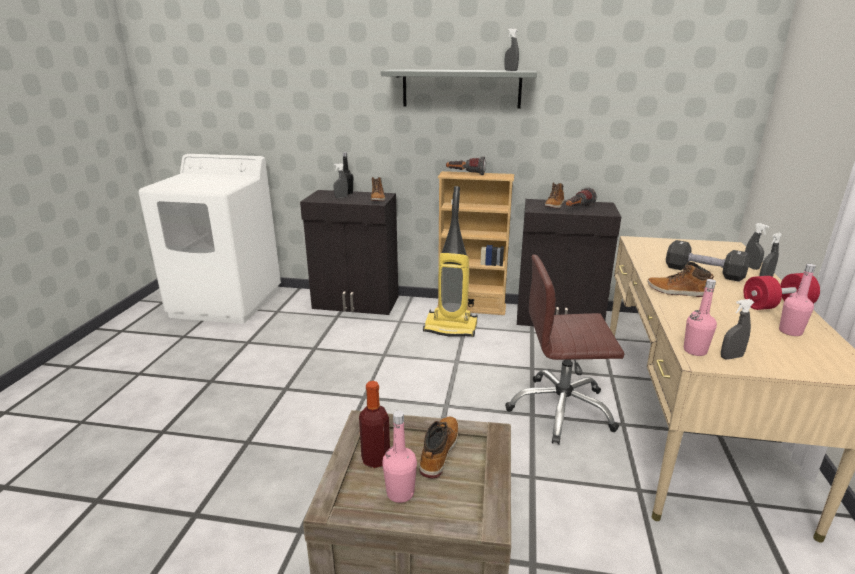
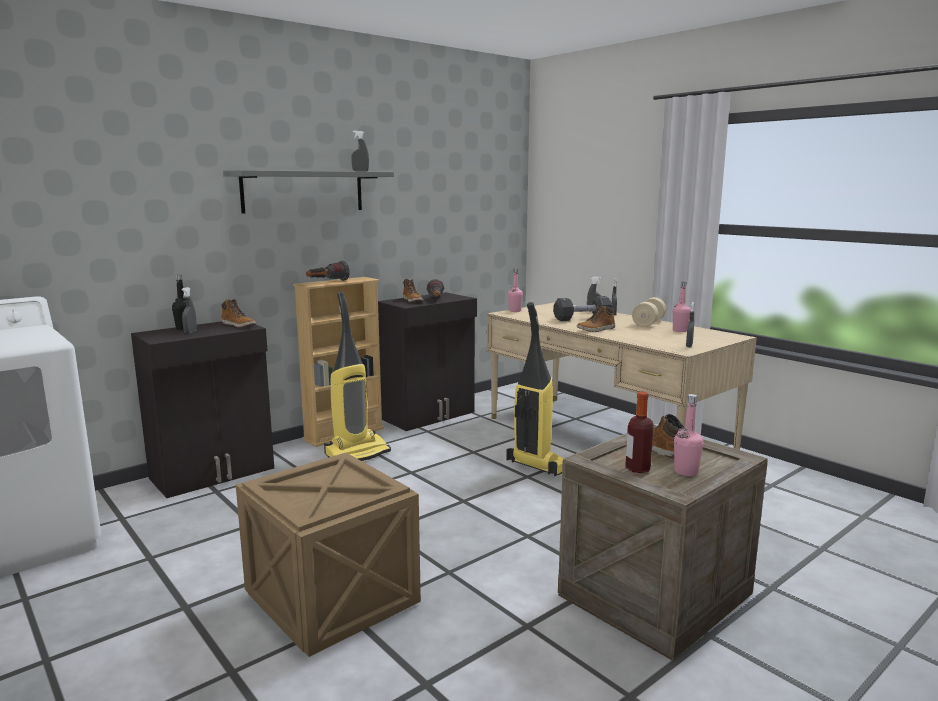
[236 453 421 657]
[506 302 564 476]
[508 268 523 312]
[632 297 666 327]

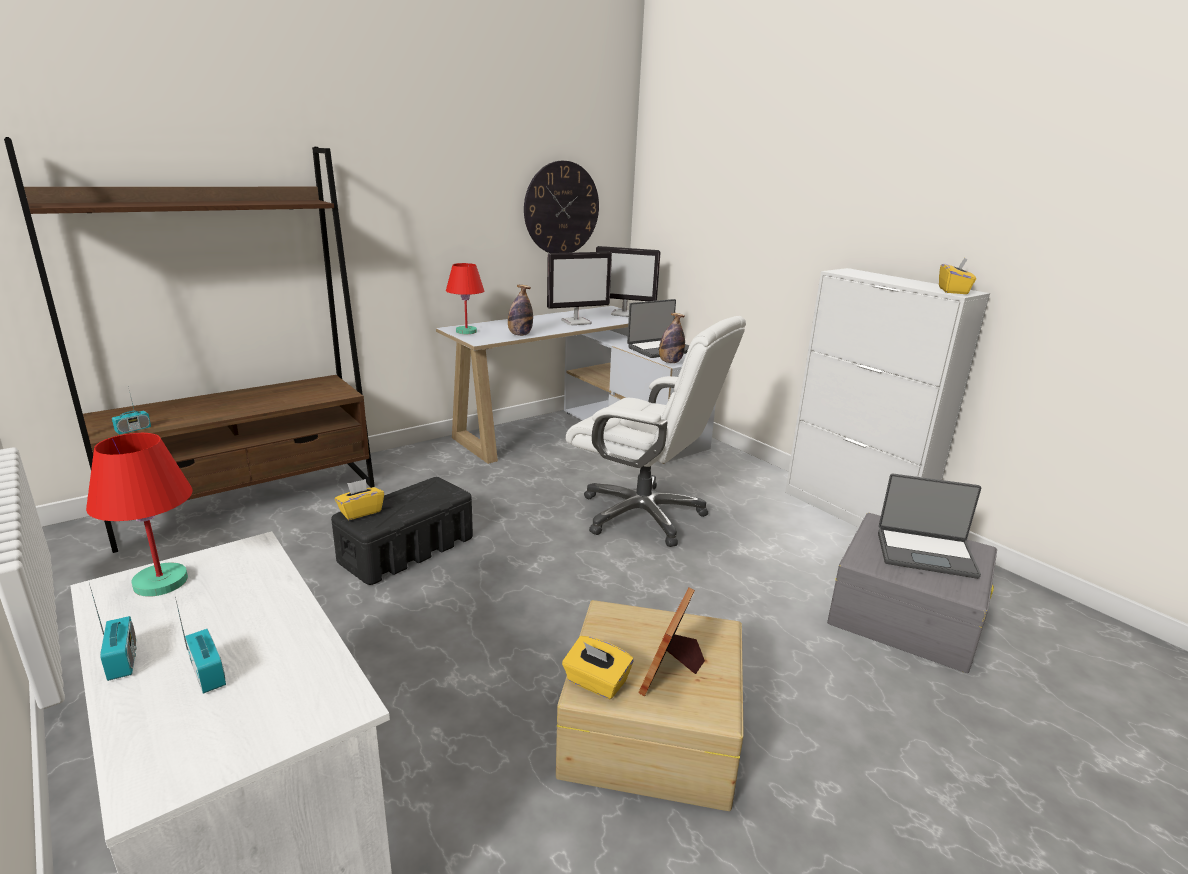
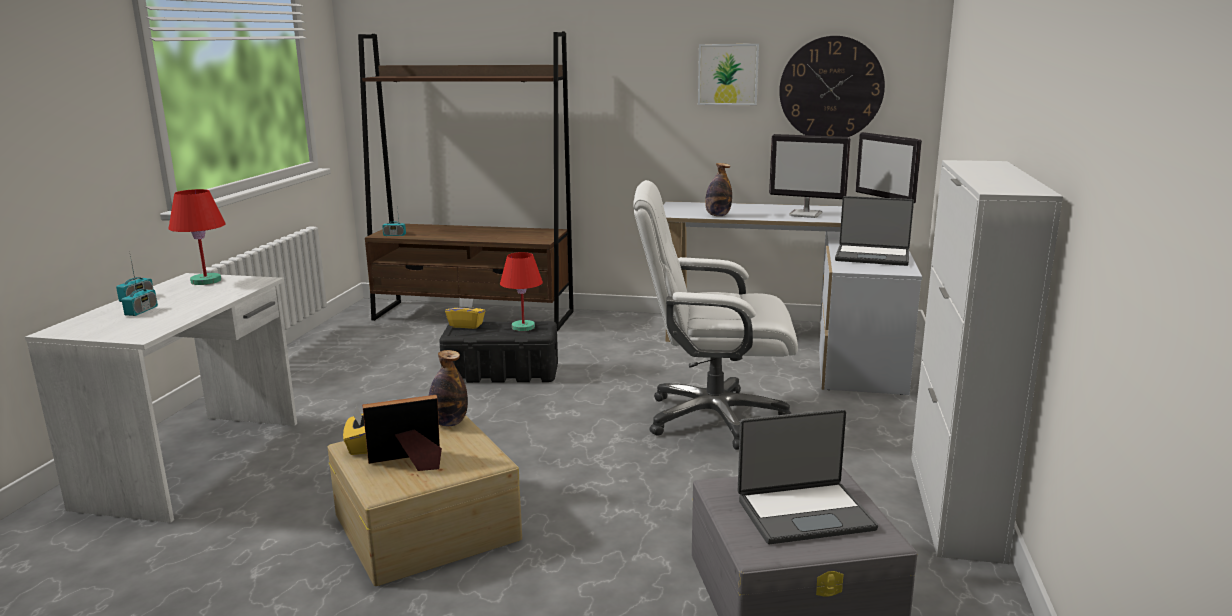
[429 350 468 426]
[500 252 543 331]
[633 180 798 450]
[698 44 759 105]
[738 409 878 544]
[939 258 976 294] (first image)

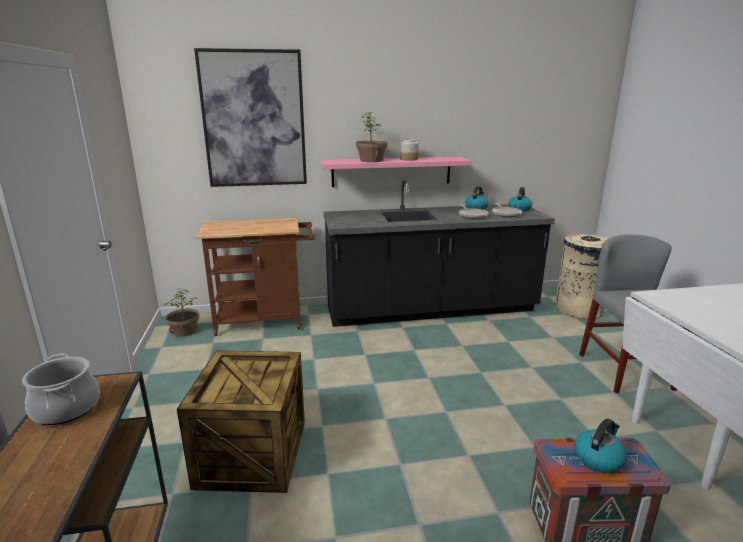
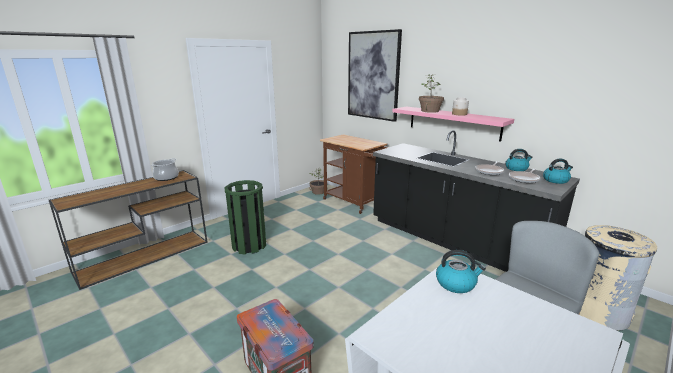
[224 180 266 254]
[436 250 486 293]

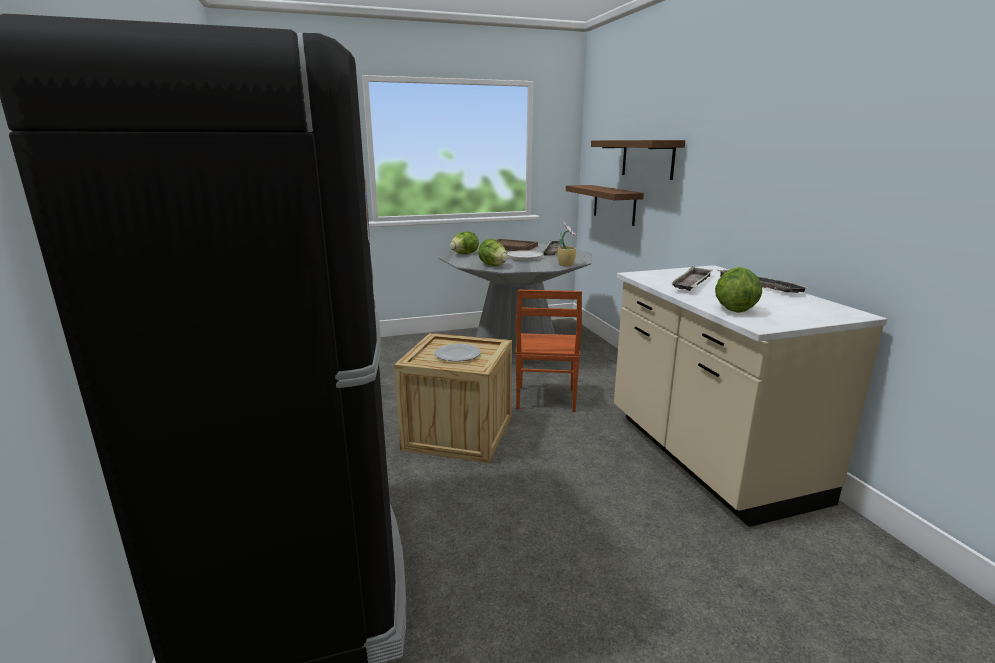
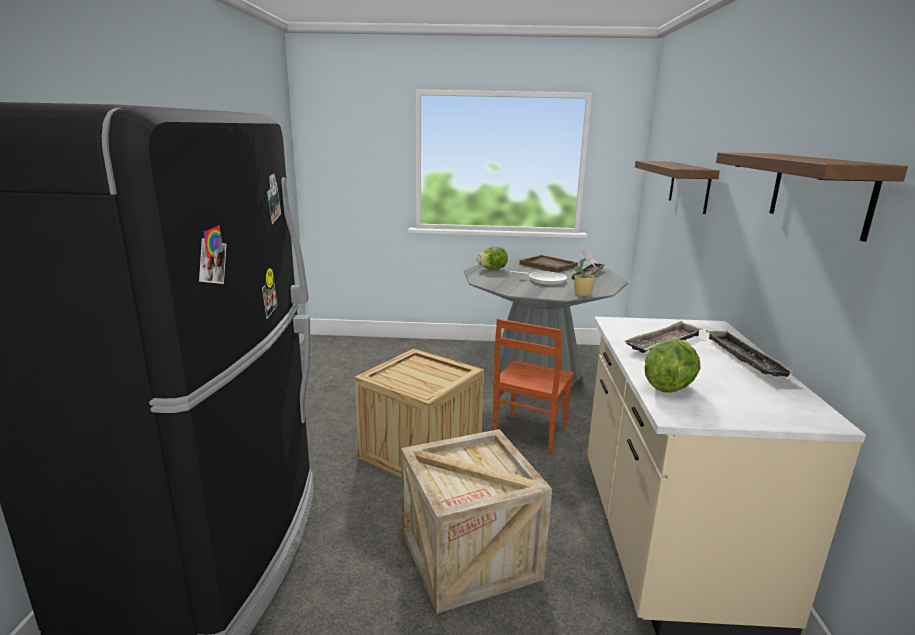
[401 429 552 614]
[716 152 908 242]
[434 344 481 361] (first image)
[478 239 508 266] (first image)

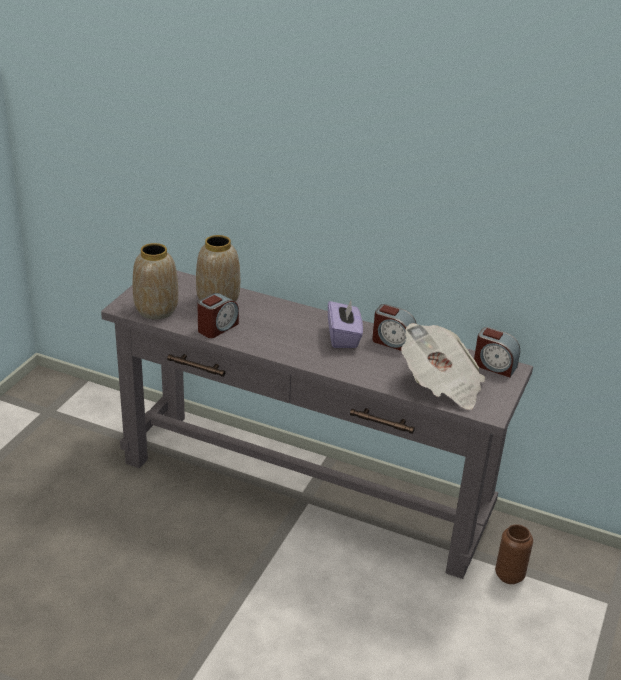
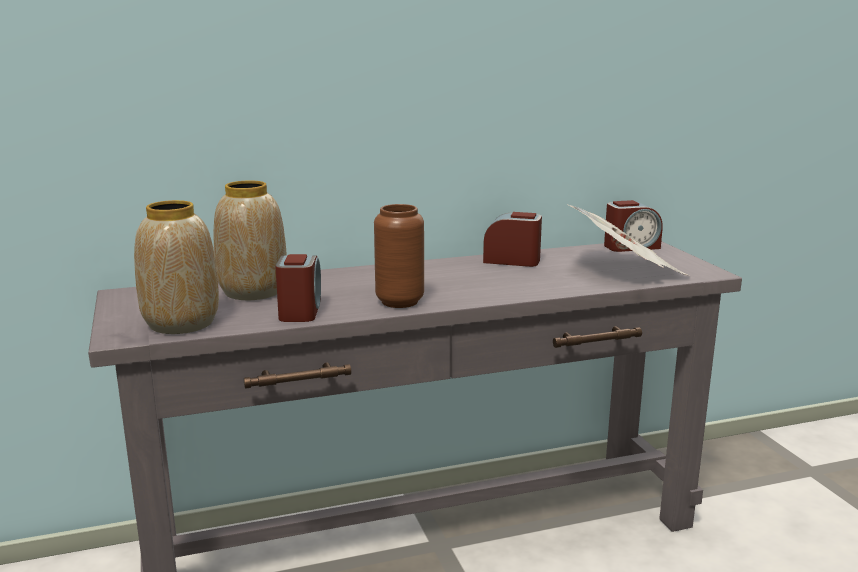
[374 204 424 308]
[483 212 542 267]
[328 298 363 348] (first image)

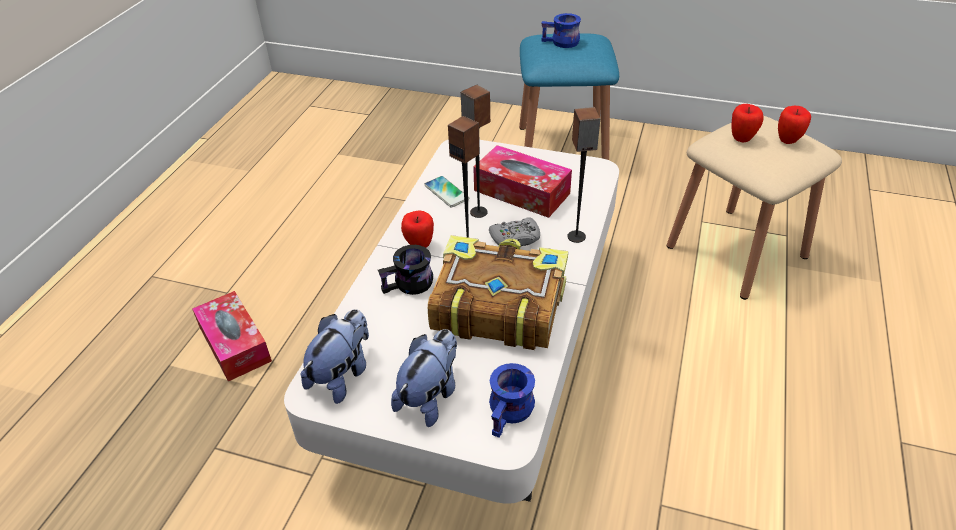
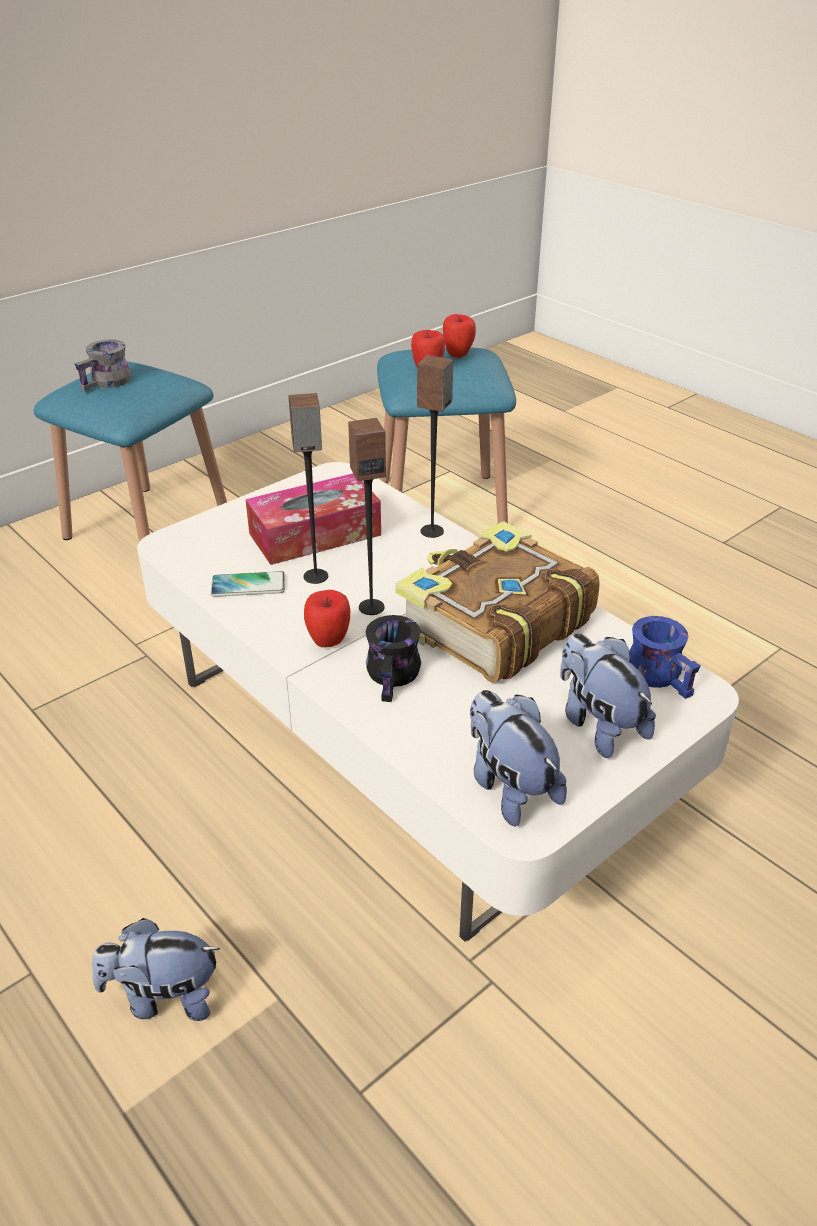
[74 339 131 392]
[92 918 221 1021]
[377 348 516 523]
[489 218 540 246] (first image)

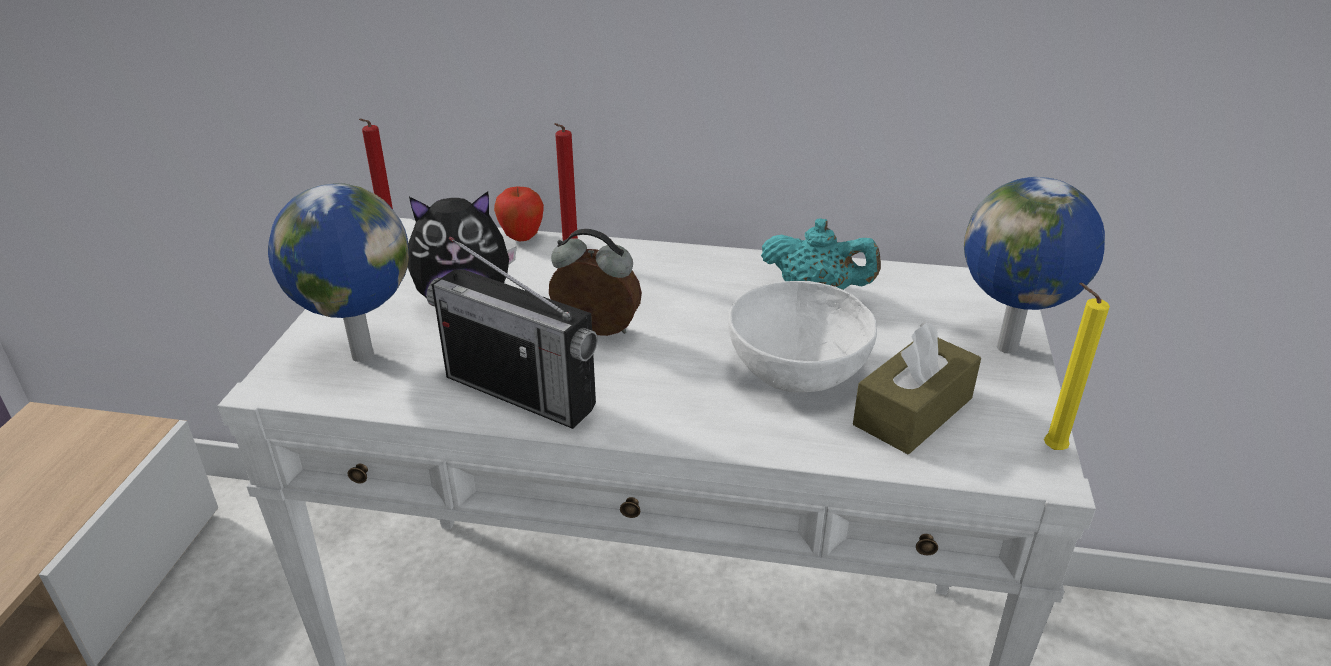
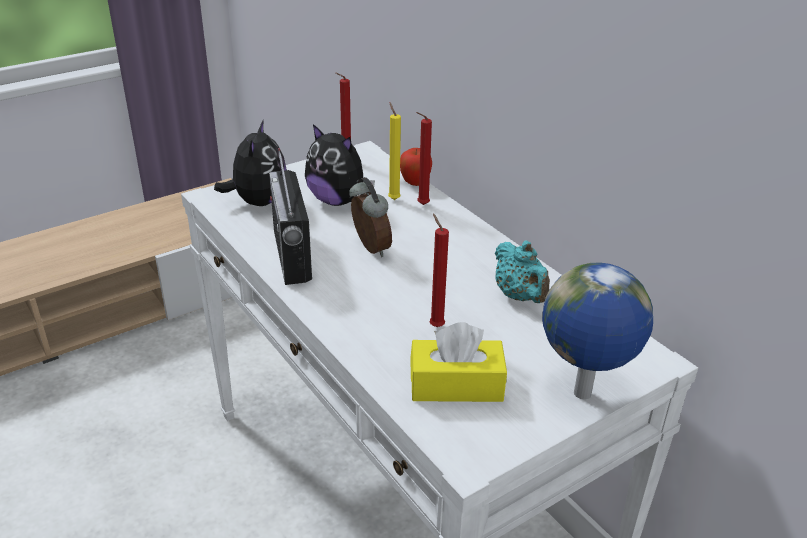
[214 119 287 206]
[388 103 401 200]
[410 322 507 402]
[430 214 449 327]

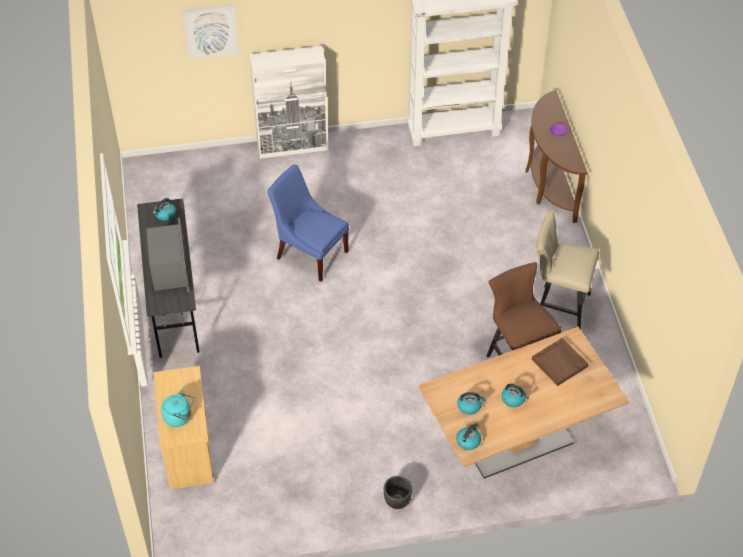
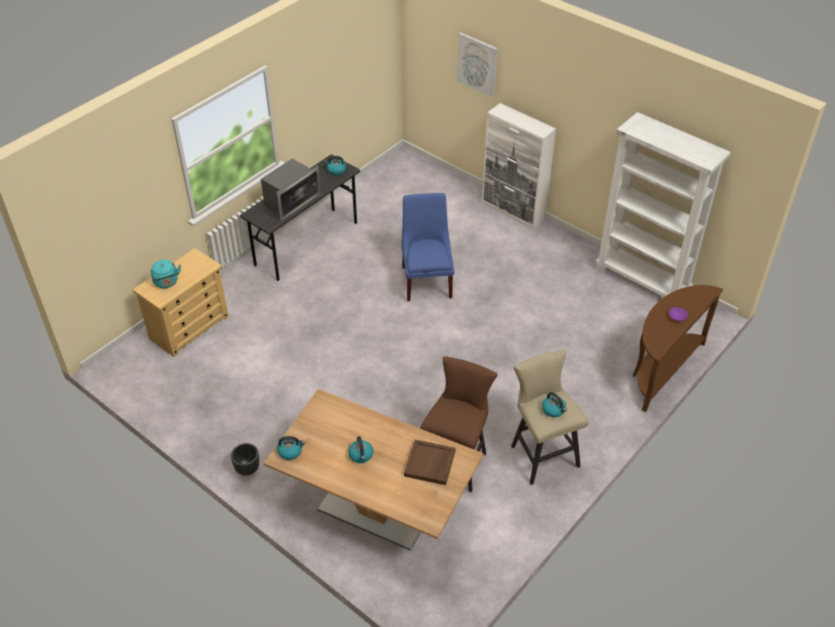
[542 392 567 417]

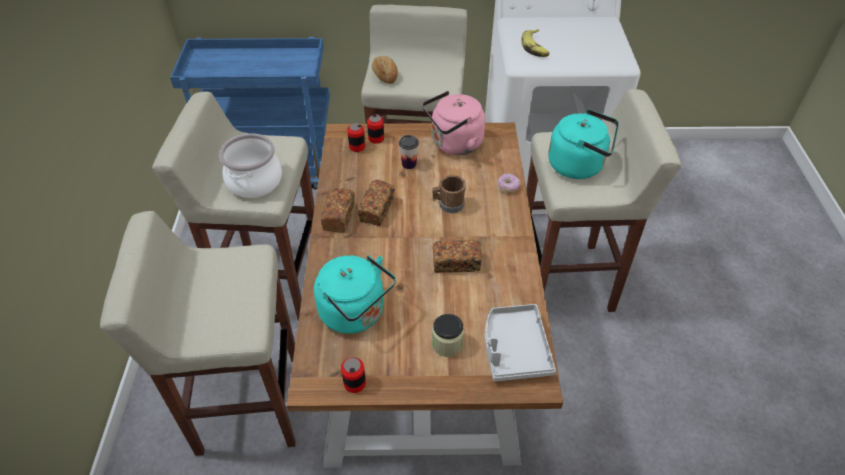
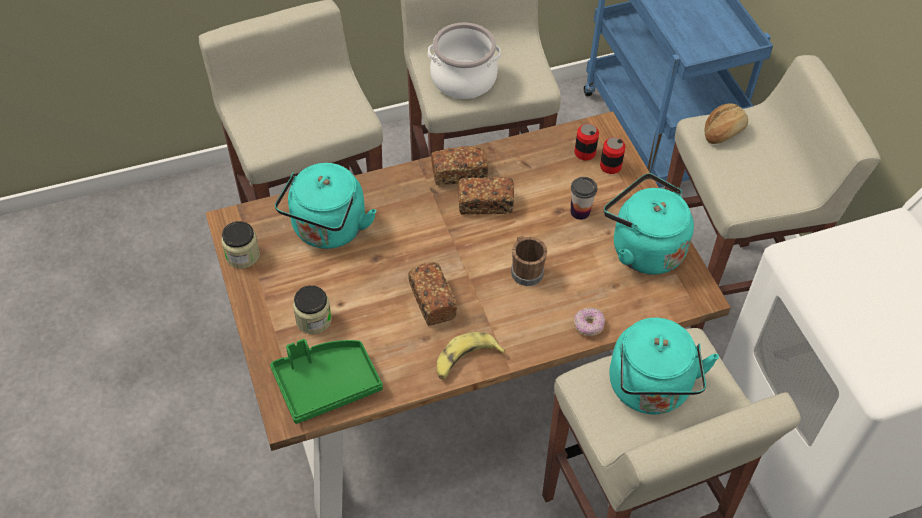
[221 221 260 269]
[270 339 383 424]
[437 332 505 380]
[604 173 694 275]

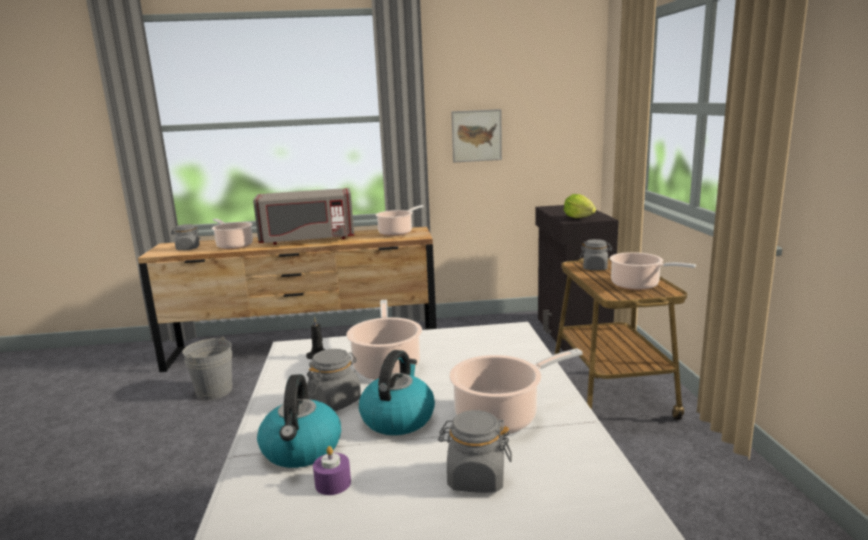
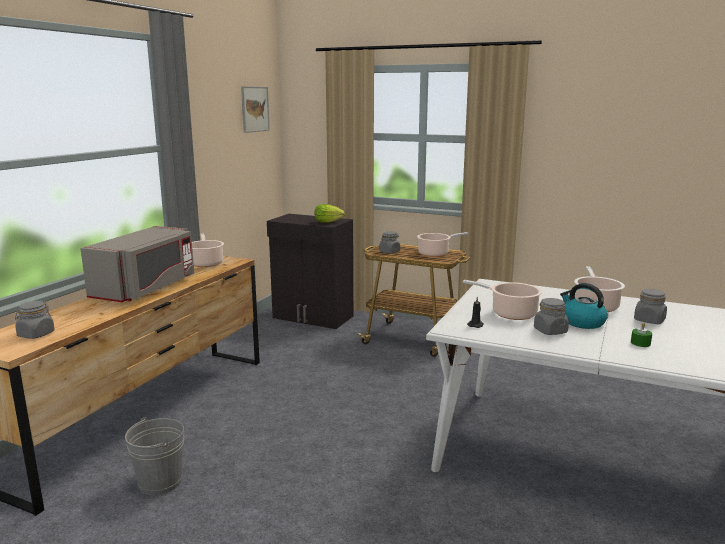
[241 86 270 133]
[631 323 652 347]
[212 219 253 249] (first image)
[257 374 341 468] (first image)

